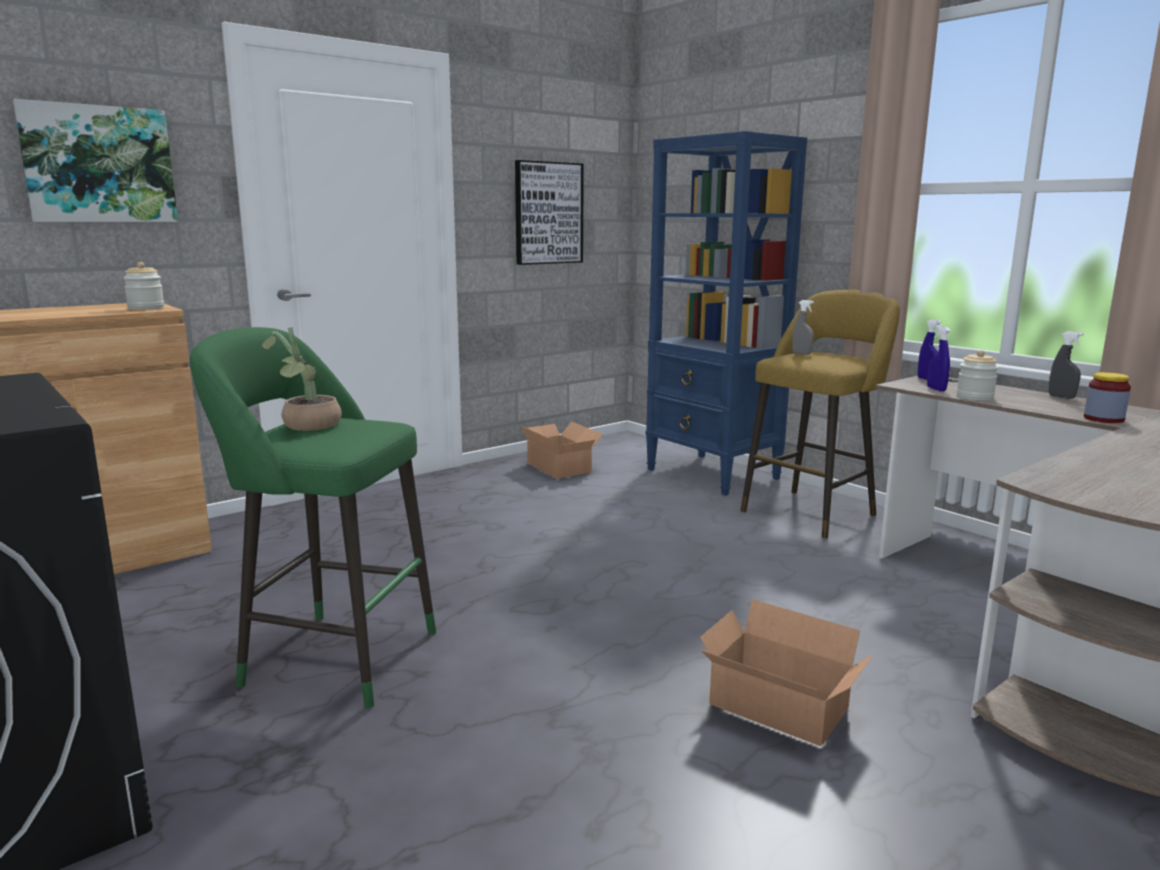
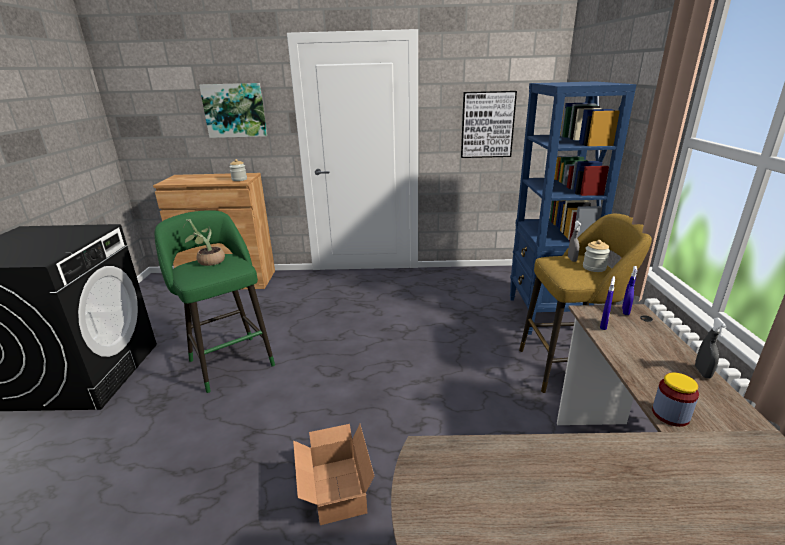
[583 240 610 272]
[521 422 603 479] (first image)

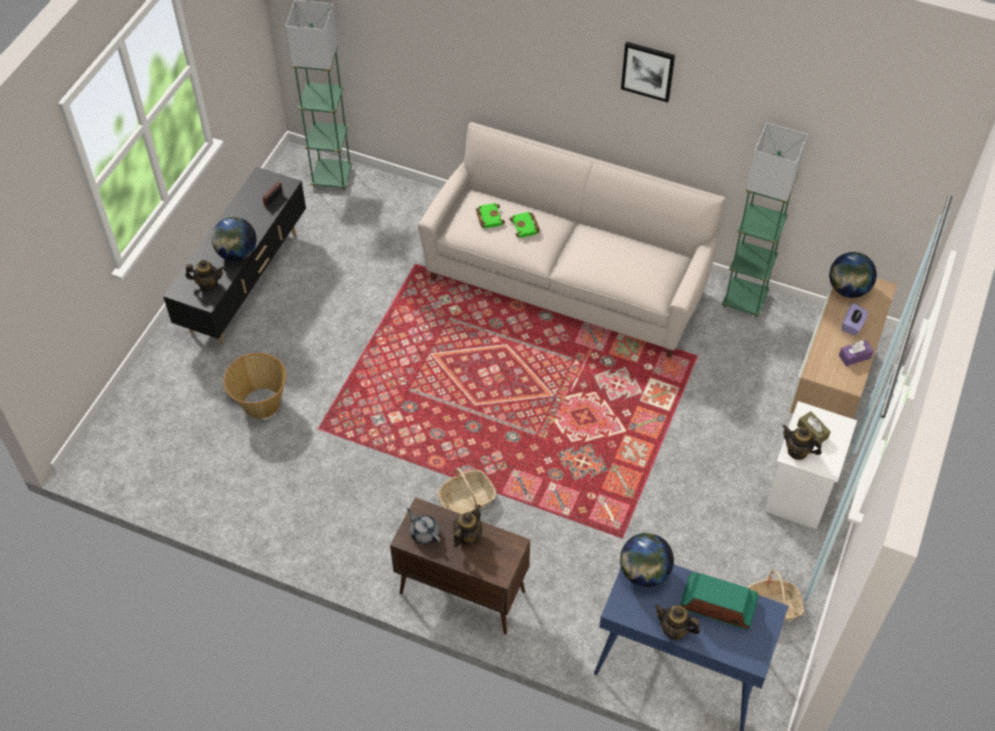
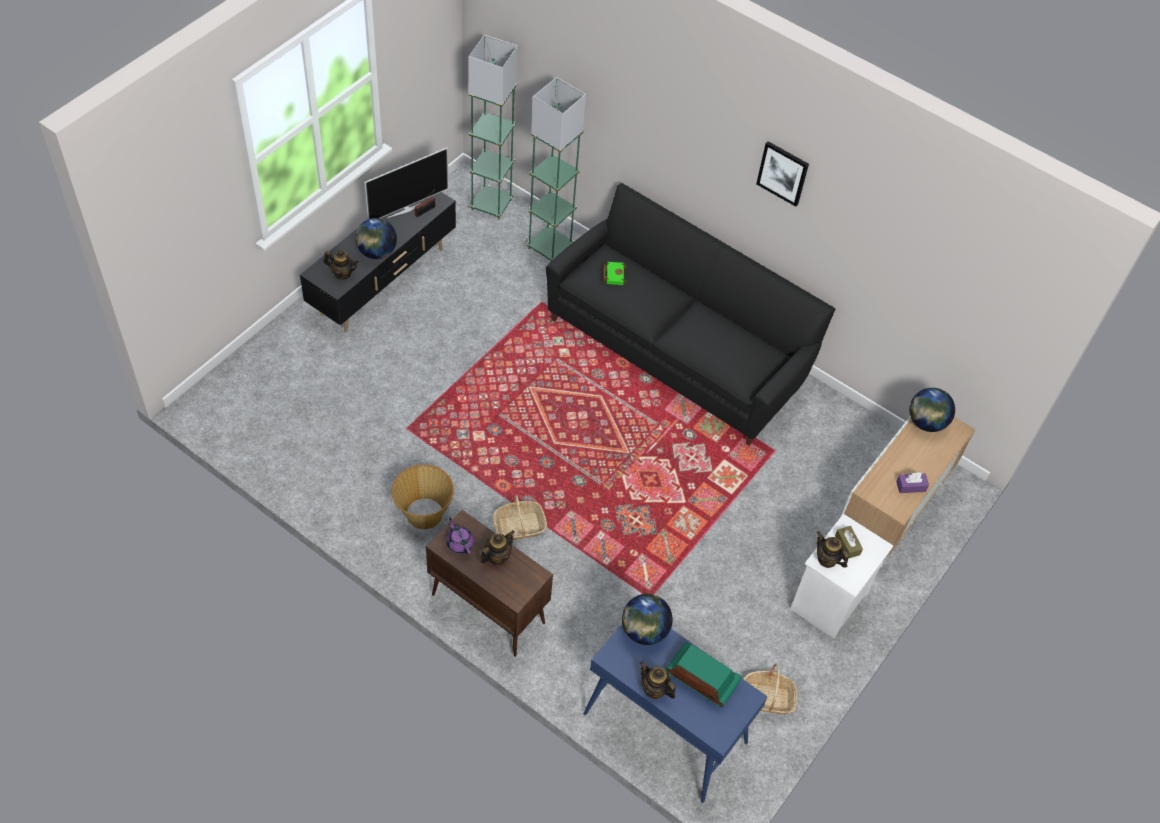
[364 148 449 219]
[392 464 454 529]
[446 517 474 555]
[526 77 586 261]
[546 183 835 446]
[510 212 540 238] (first image)
[842 303 868 335] (first image)

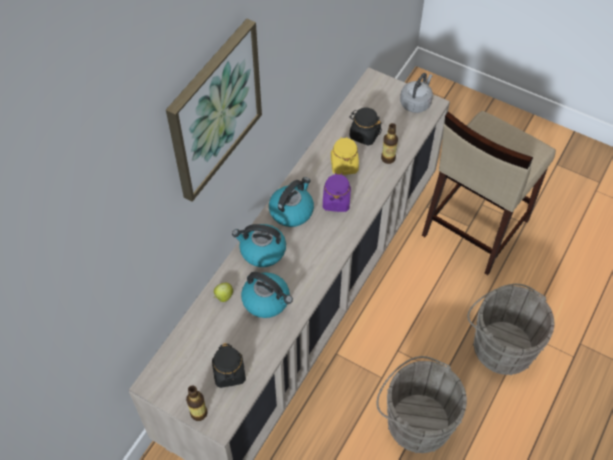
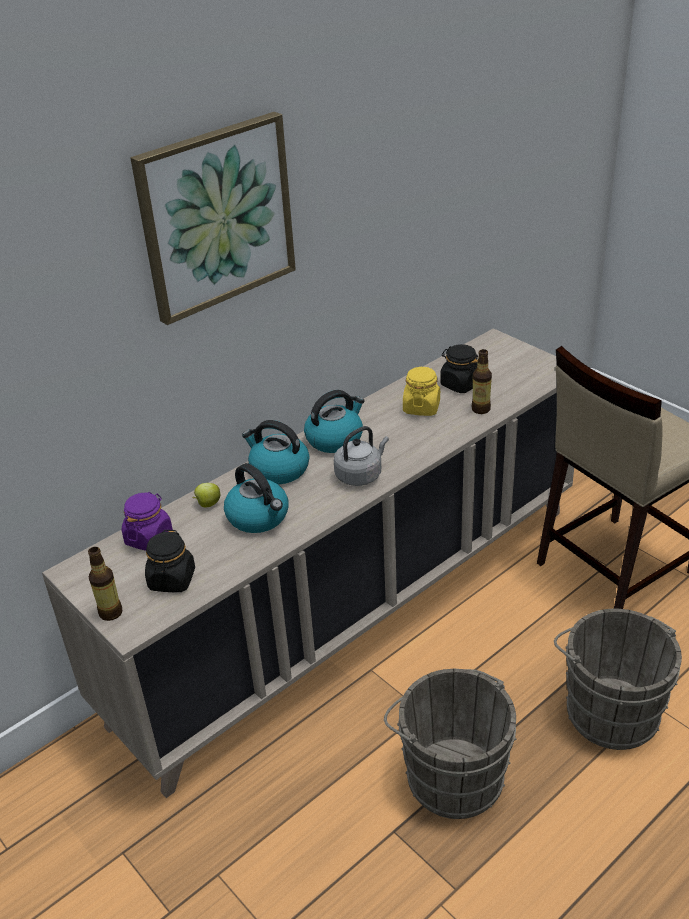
[122 492 173 551]
[334 426 389 486]

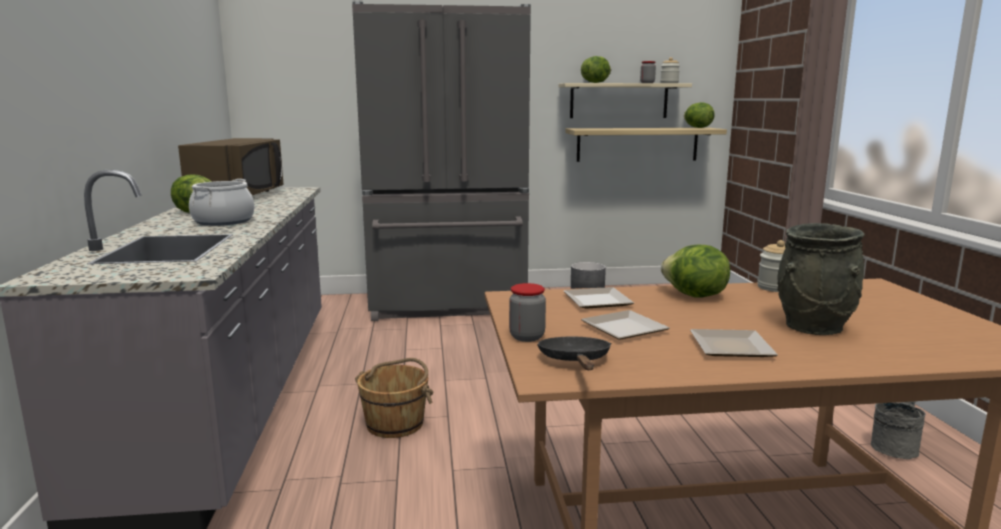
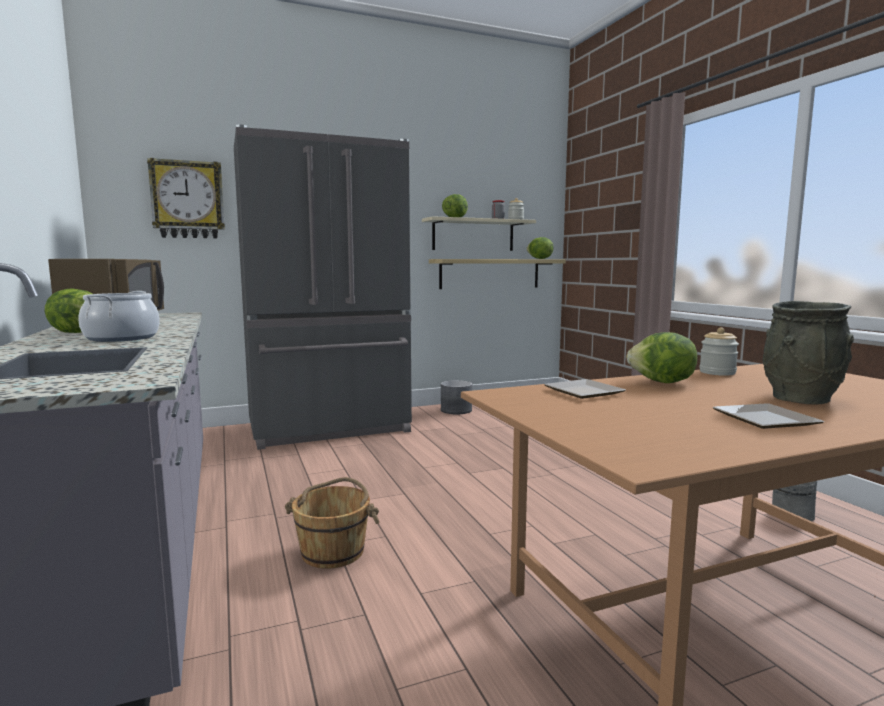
[147 158 225 238]
[509 283 546 342] (first image)
[537 337 611 370] (first image)
[581 310 670 340] (first image)

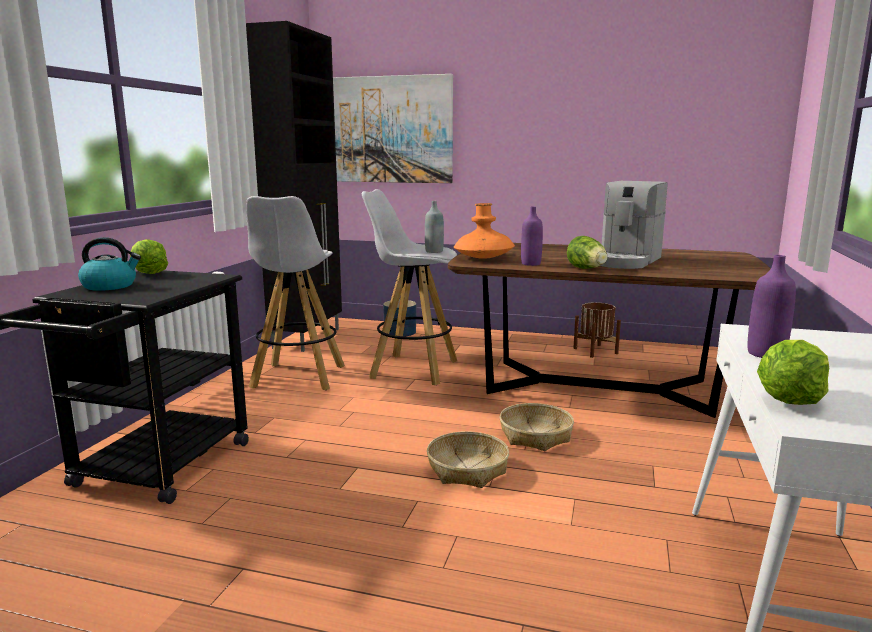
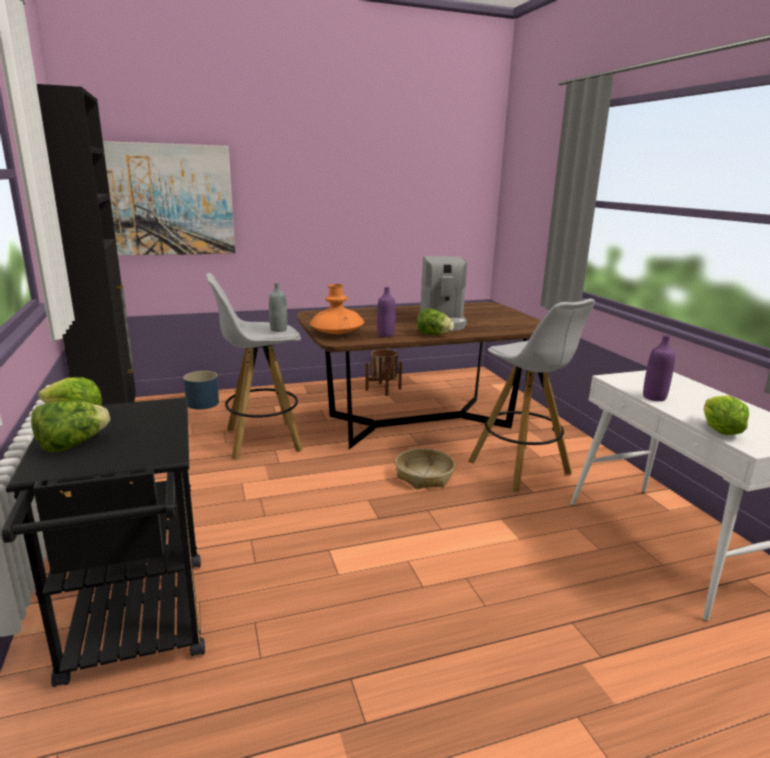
[31 401 110 452]
[468 299 595 492]
[427 431 509 488] (first image)

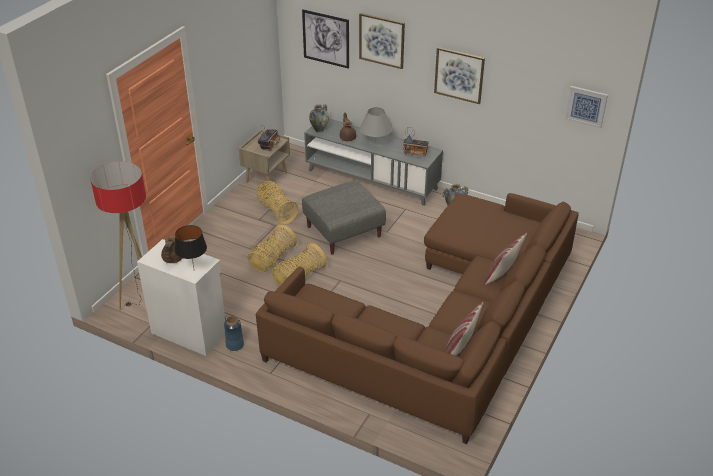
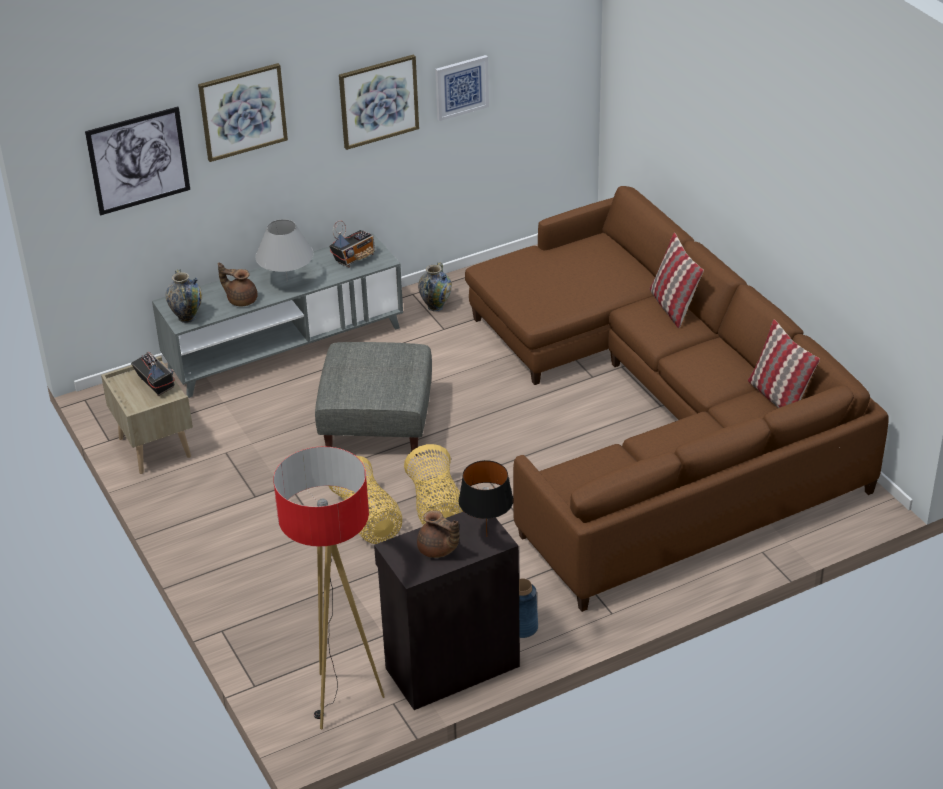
[374 511 520 710]
[435 55 489 121]
[256 181 299 224] (first image)

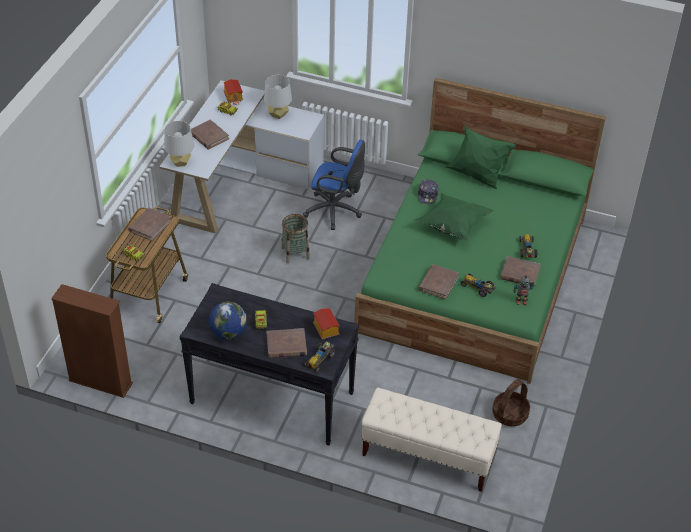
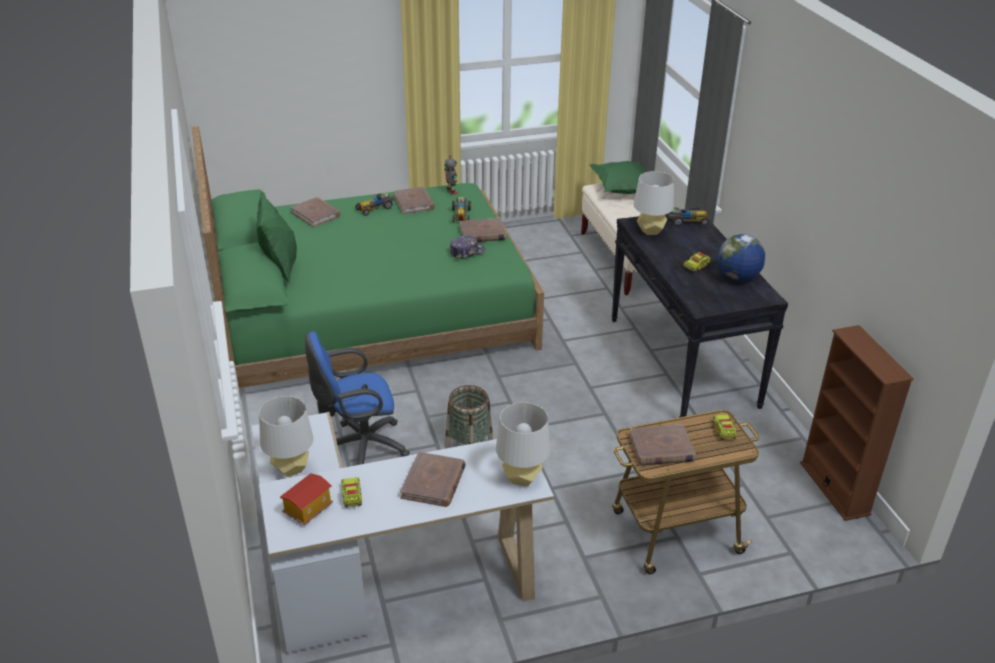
[290 197 340 227]
[305 332 410 465]
[450 236 485 260]
[589 161 646 194]
[634 171 674 235]
[492 379 530 427] (first image)

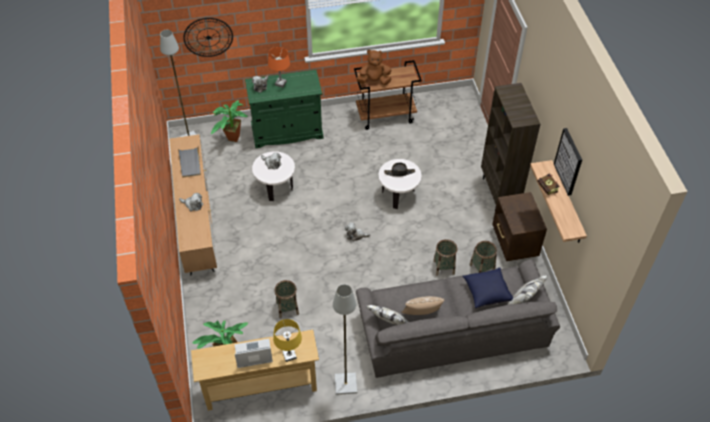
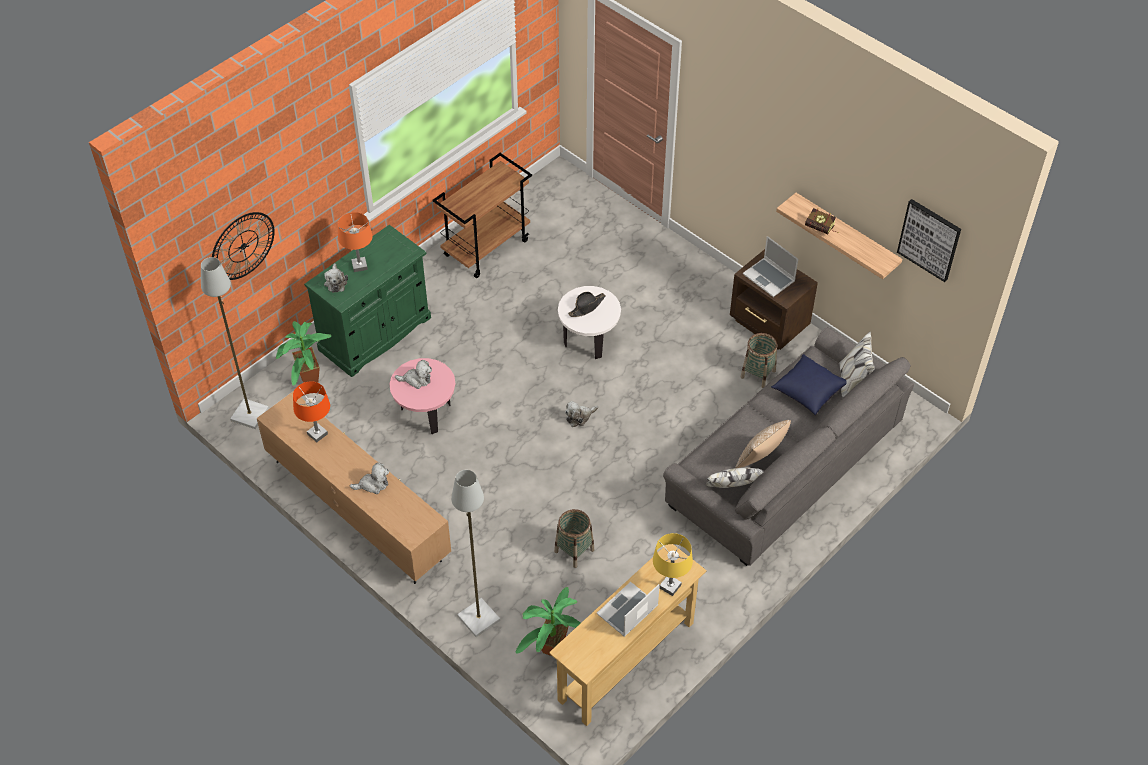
[293 381 330 442]
[389 358 455 434]
[451 470 500 637]
[743 236 798 297]
[897 199 961 282]
[356 50 391 85] (first image)
[433 239 457 276] (first image)
[481 83 540 209] (first image)

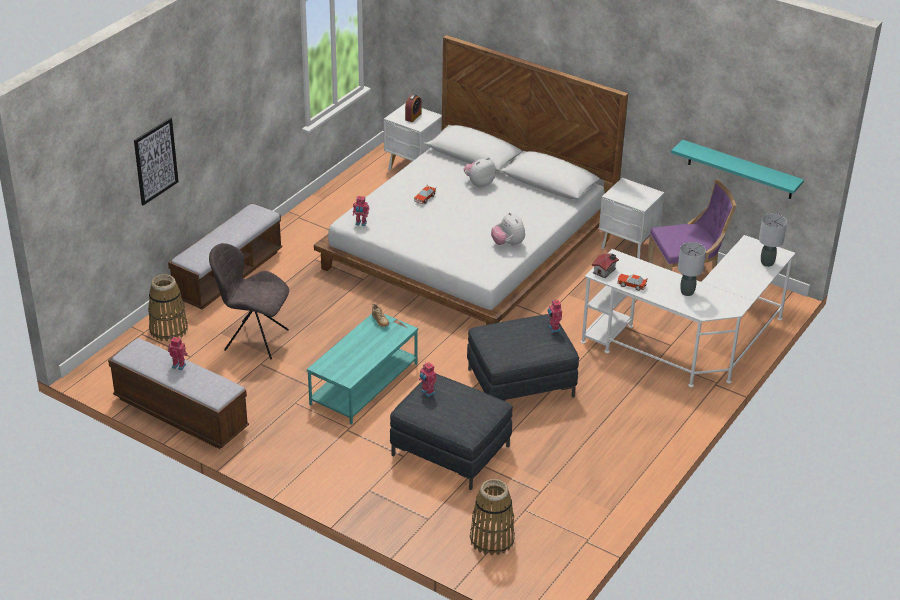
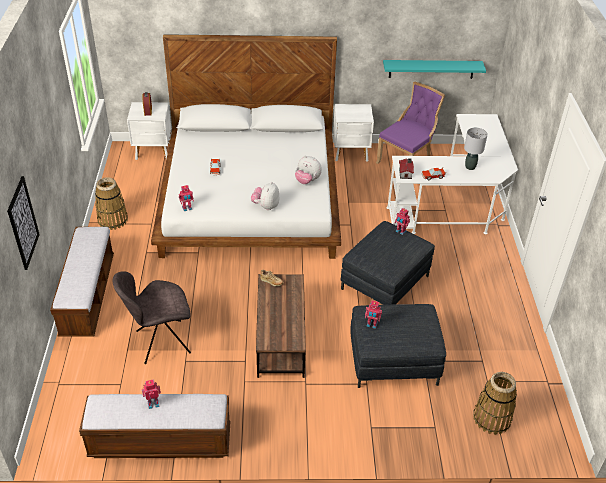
[95 177 128 230]
[251 182 279 211]
[256 274 306 378]
[759 214 787 267] (first image)

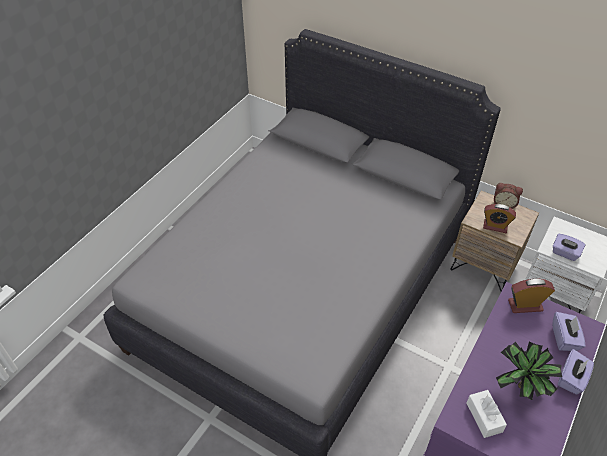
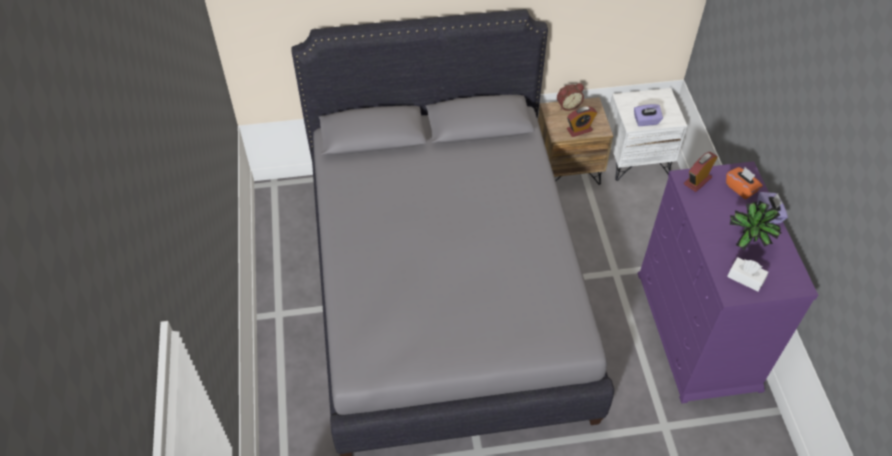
[726 167 763 199]

